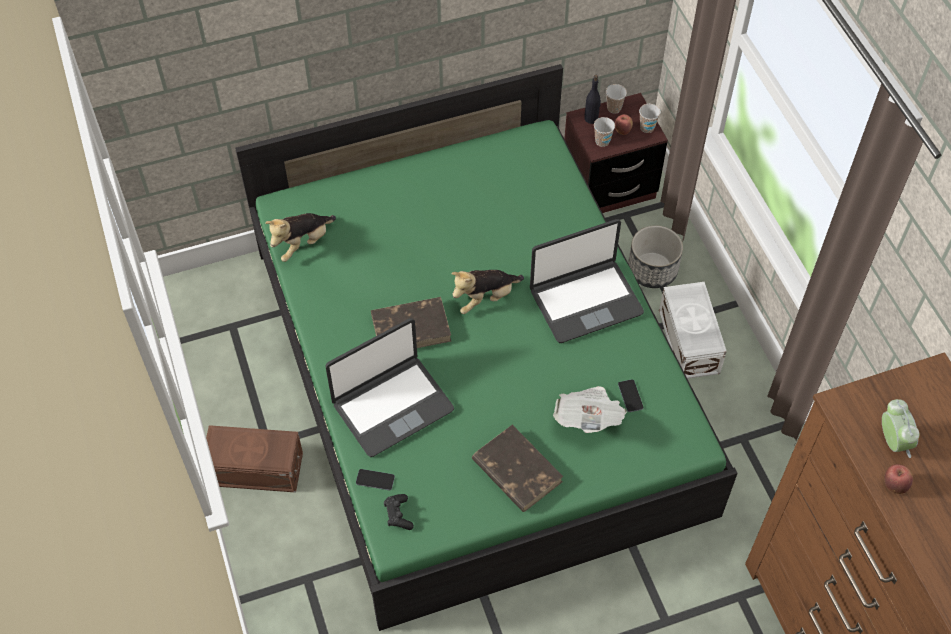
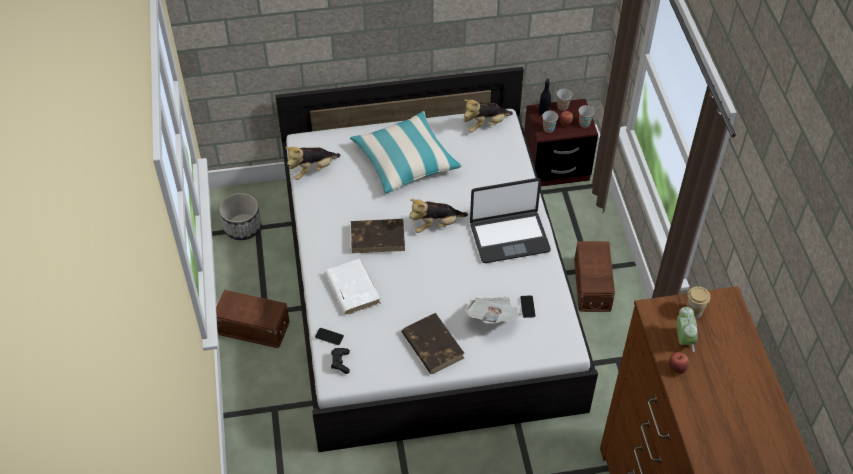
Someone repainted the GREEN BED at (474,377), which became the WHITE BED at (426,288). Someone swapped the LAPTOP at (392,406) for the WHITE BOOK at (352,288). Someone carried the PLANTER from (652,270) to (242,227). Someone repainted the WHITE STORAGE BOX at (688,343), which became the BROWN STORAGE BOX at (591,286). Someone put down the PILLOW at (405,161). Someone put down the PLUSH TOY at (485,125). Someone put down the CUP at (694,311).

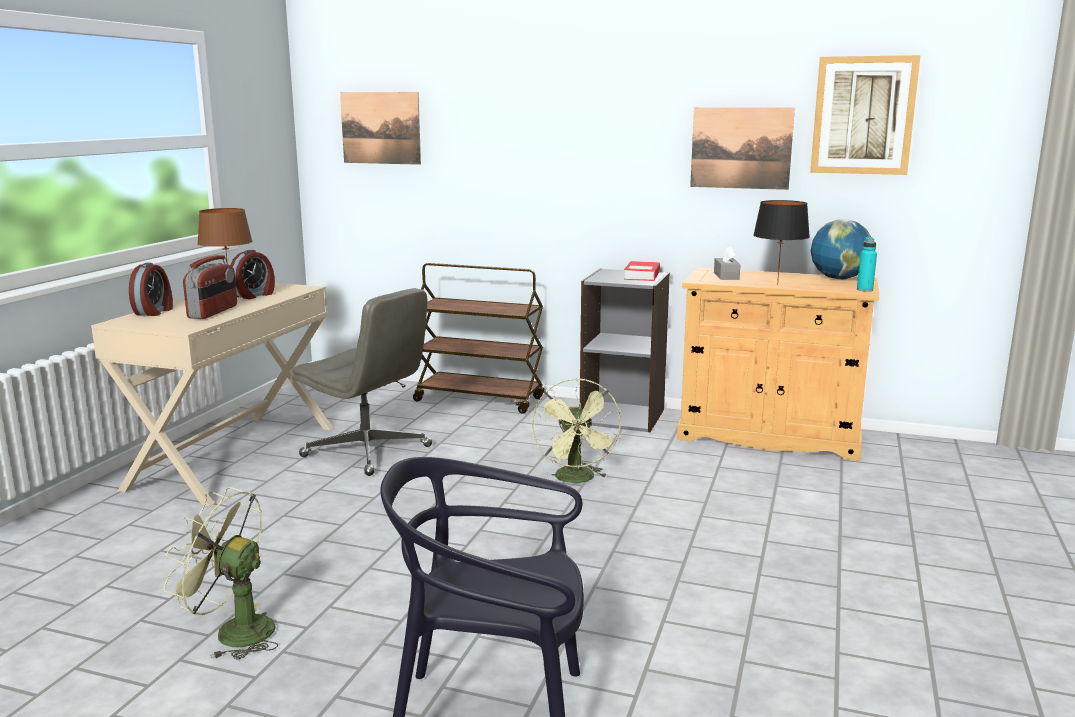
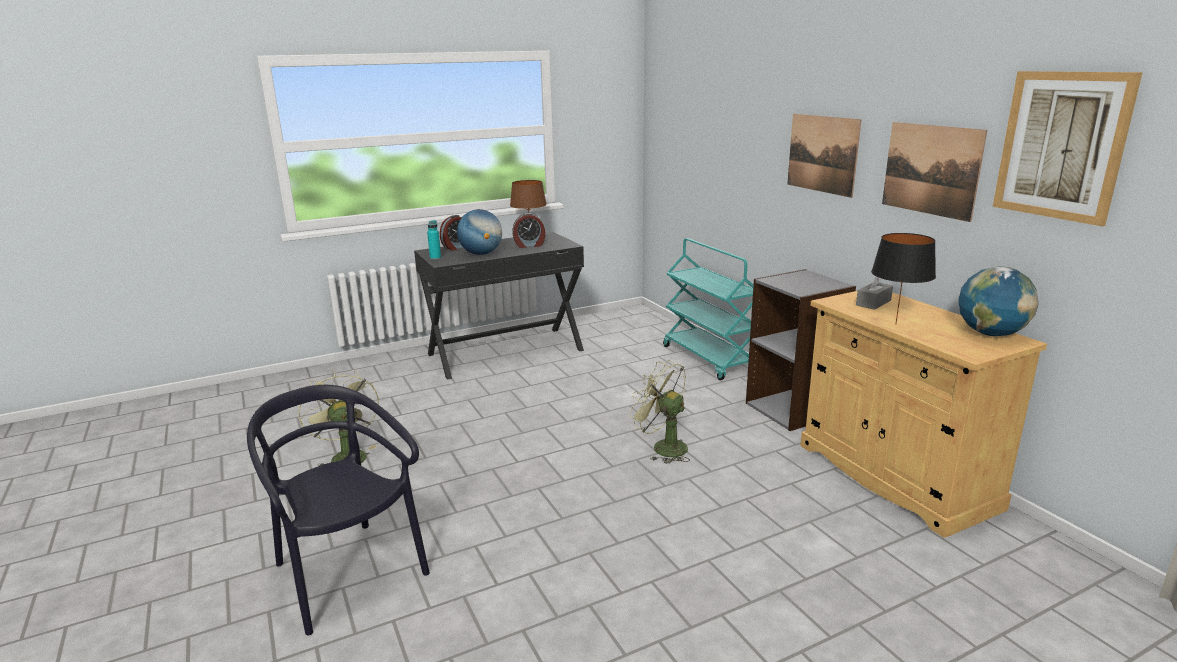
Someone repainted the BEIGE DESK at (233,456), which became the BLACK DESK at (505,352). Someone swapped the RADIO at (213,312) for the GLOBE at (481,254). Someone took away the GREY OFFICE CHAIR at (368,452). Someone carried the PICTURE from (380,128) to (822,154). Someone repainted the BROWN CART at (480,399), which became the TURQUOISE CART at (709,359). Someone rotated the GREEN FAN at (577,480) by 90 degrees clockwise. Someone took away the BOOK at (642,276). Someone carried the TURQUOISE BOTTLE from (864,290) to (435,258).

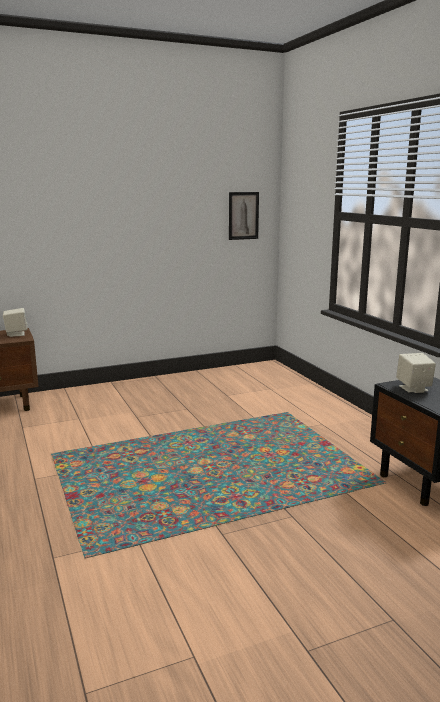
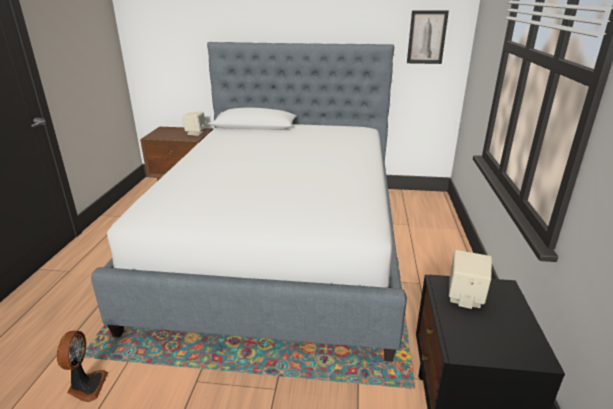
Someone put down the FAN at (86,386). Someone put down the BED at (281,243).

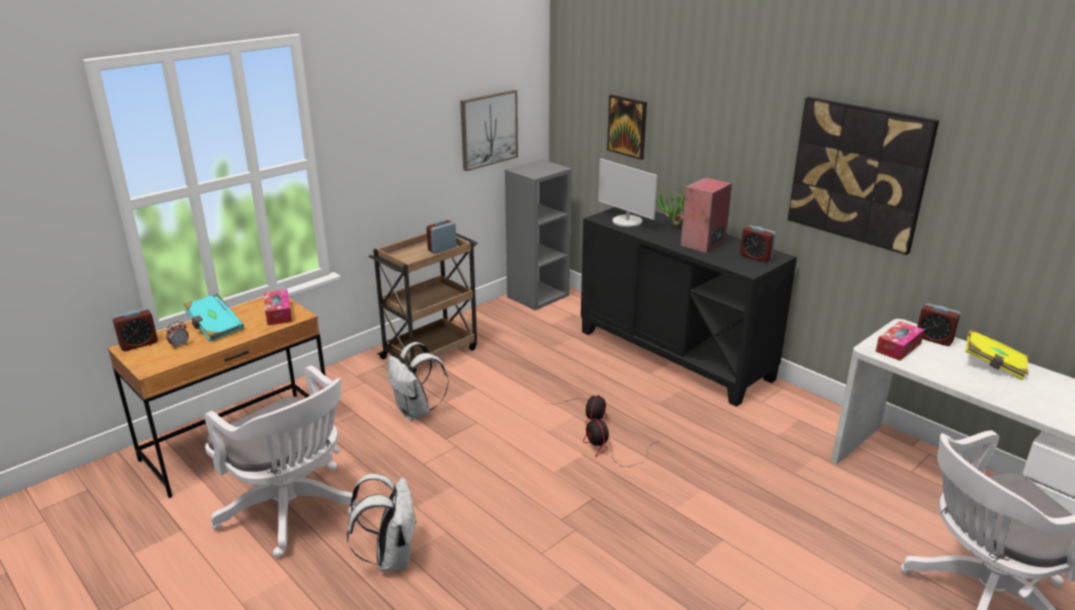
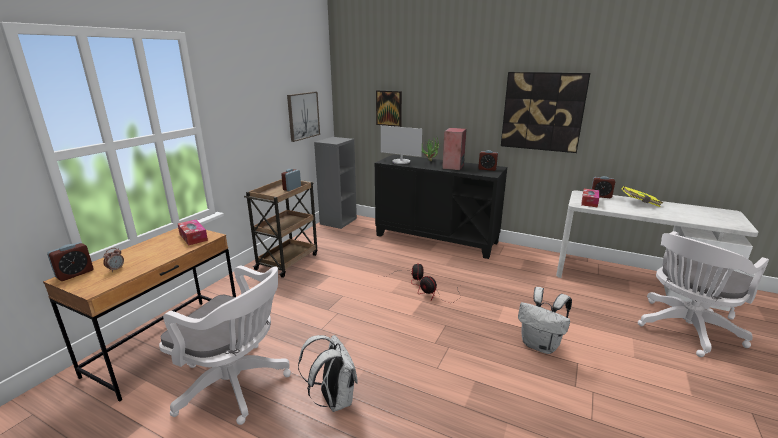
Someone took away the TURQUOISE BOOK at (214,327). Someone carried the WHITE BACKPACK from (416,412) to (540,345).

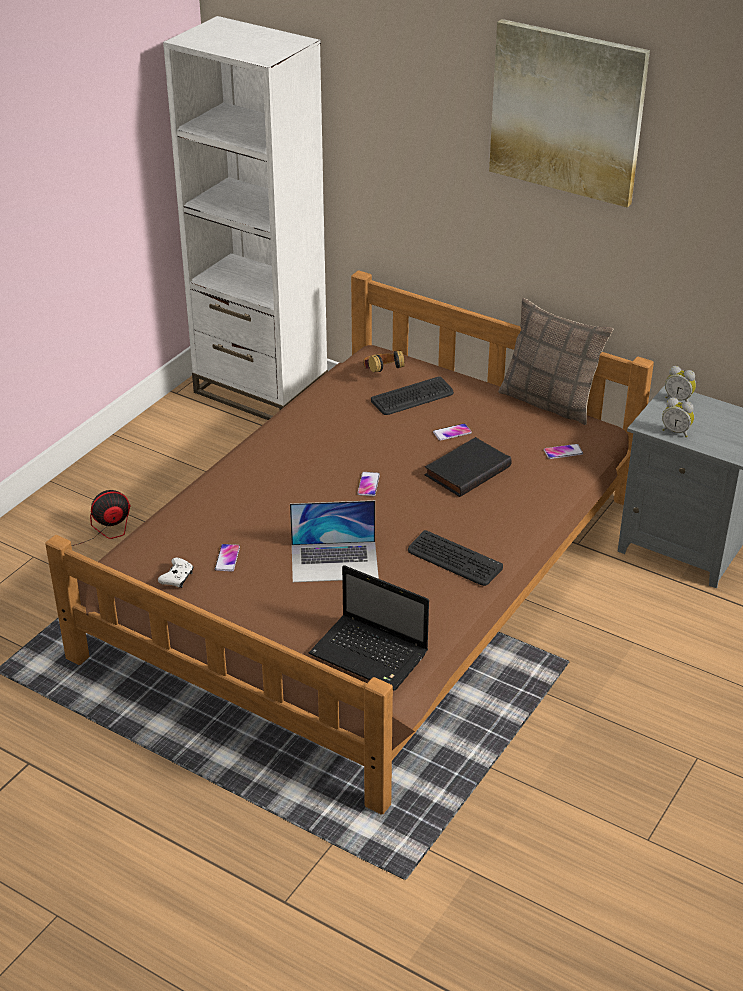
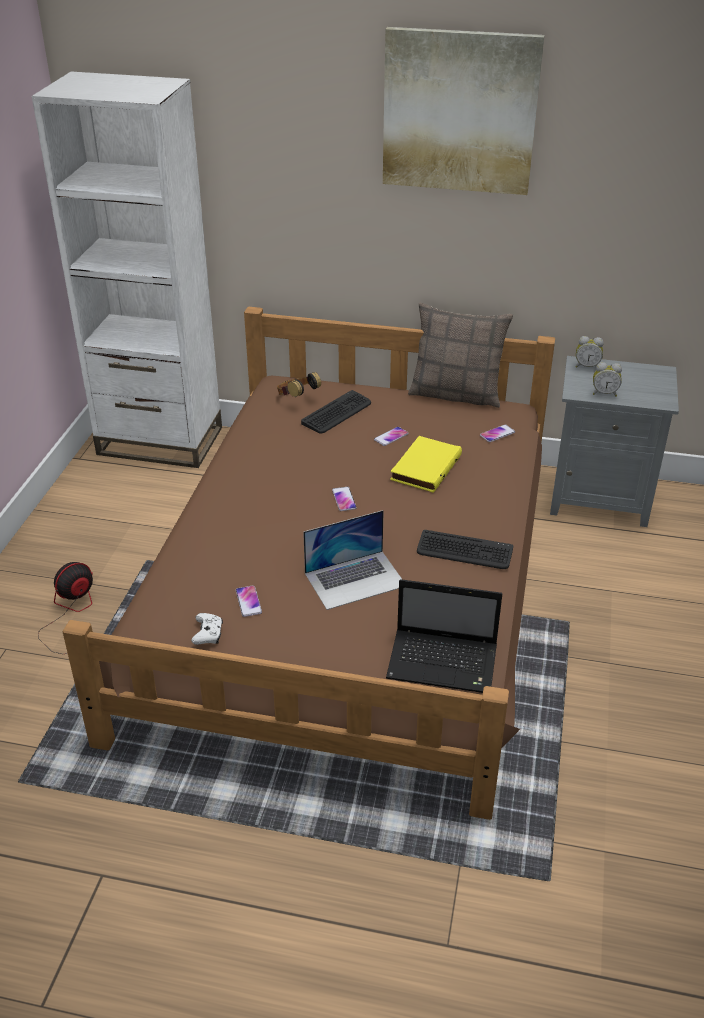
Someone repainted the BLACK BOOK at (466,470), which became the YELLOW BOOK at (424,467).

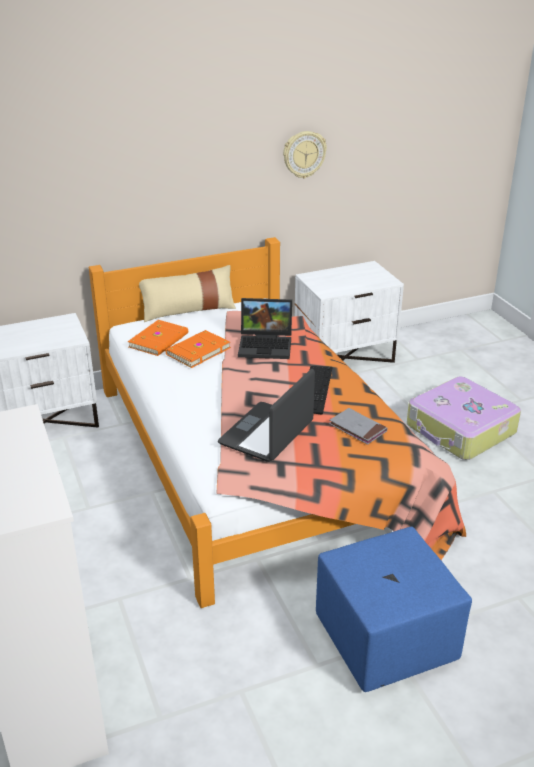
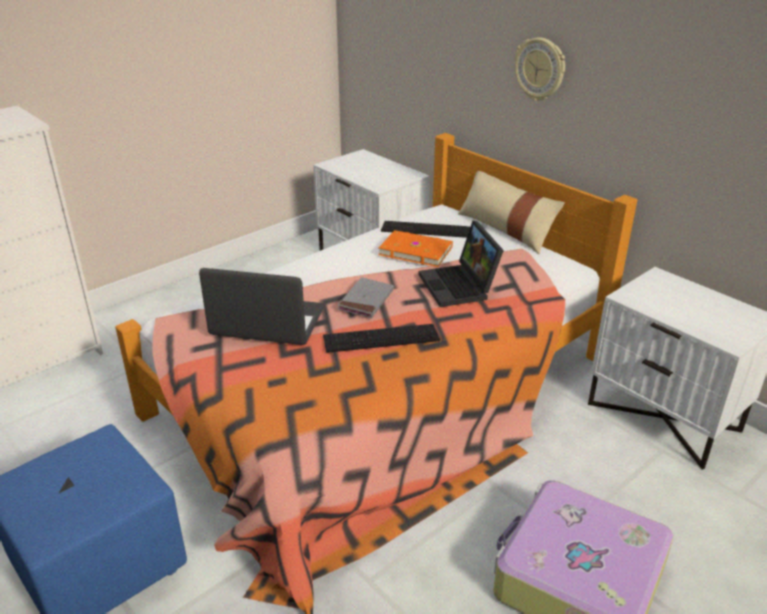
Someone swapped the ORANGE BOOK at (159,340) for the KEYBOARD at (426,229). Someone carried the WALL CLOCK from (304,154) to (540,69). Someone carried the GREY BOOK from (357,428) to (366,300).

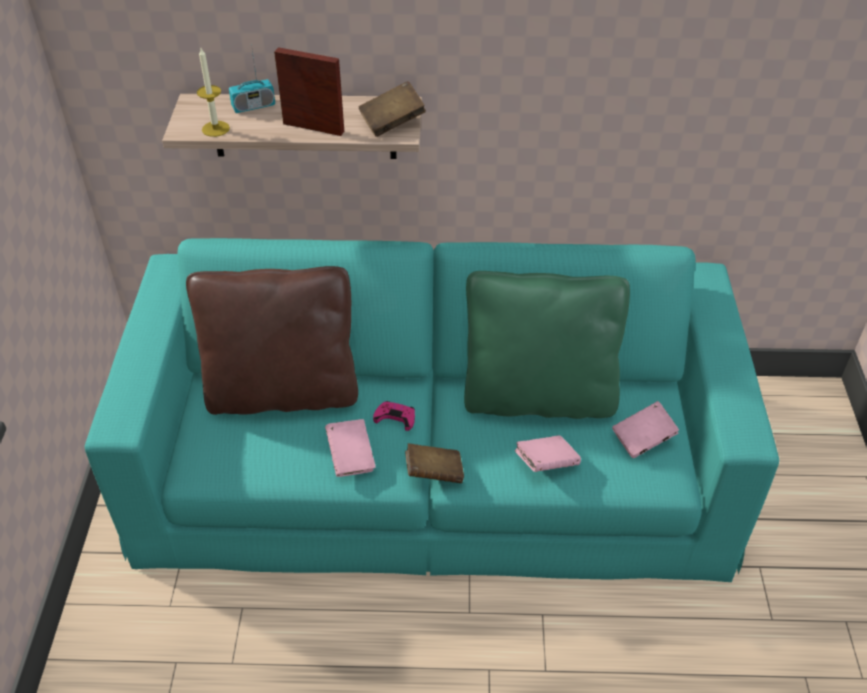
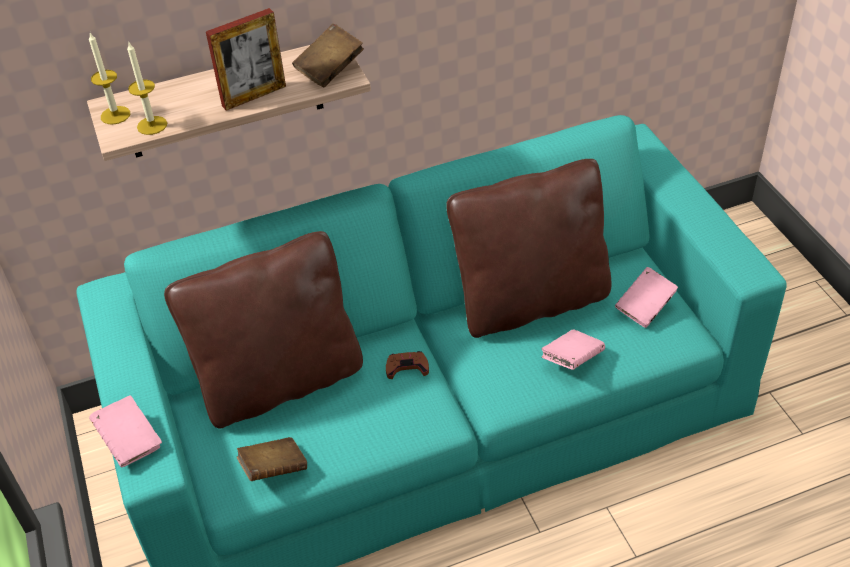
Someone took away the RADIO at (253,106). Someone rotated the PICTURE FRAME at (313,127) by 150 degrees clockwise. Someone carried the PINK BOOK from (351,457) to (130,441). Someone repainted the PINK GAME CONTROLLER at (395,417), which became the BROWN GAME CONTROLLER at (407,367). Someone carried the BROWN BOOK from (434,473) to (274,469). Someone repainted the GREEN PILLOW at (538,397), which became the BROWN PILLOW at (530,301). Someone put down the CANDLE at (115,115).

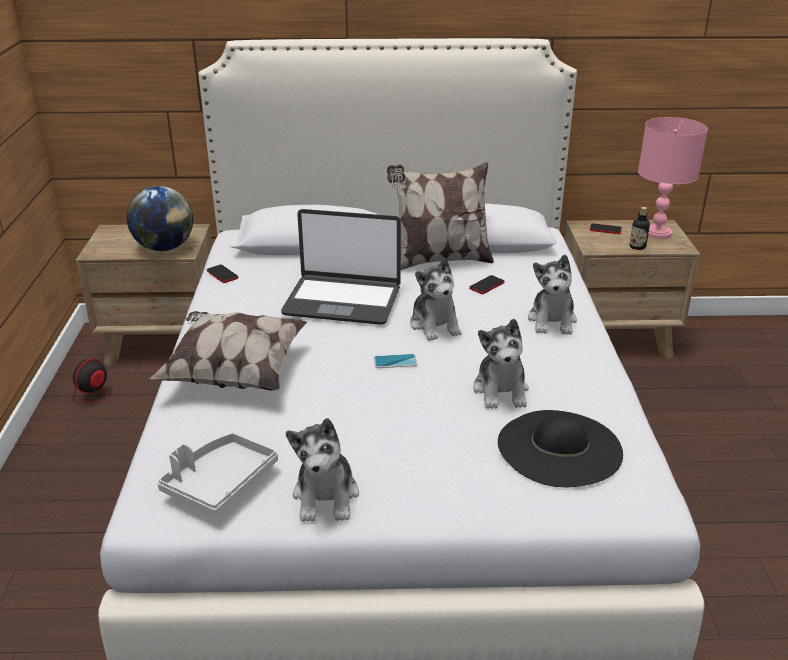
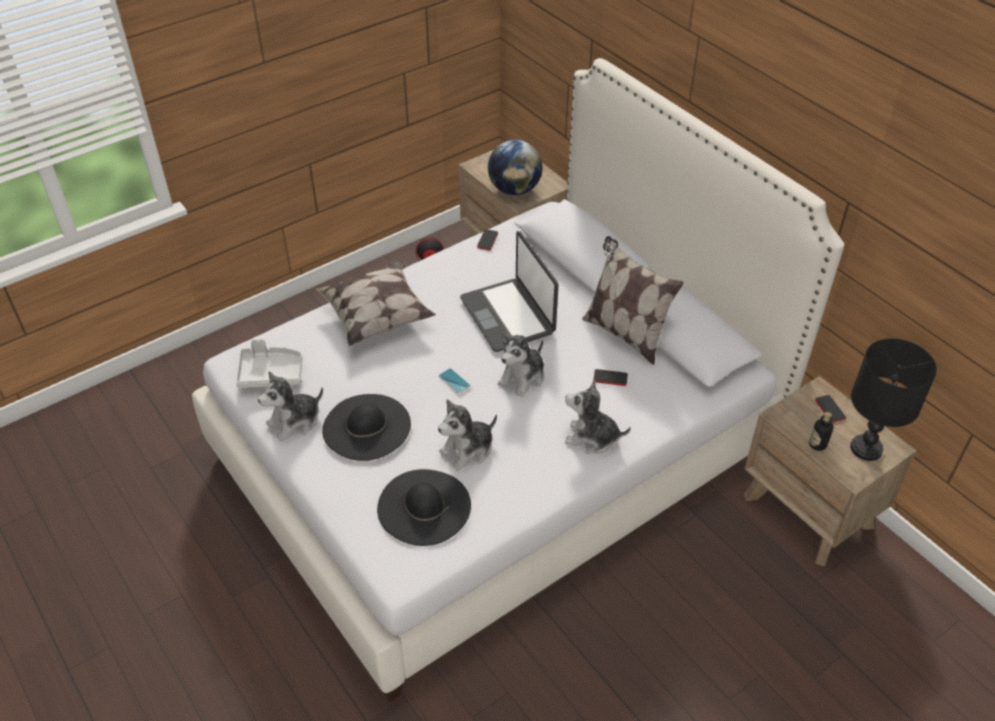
Someone rotated the PLUSH TOY at (552,320) by 45 degrees clockwise. Someone repainted the PINK TABLE LAMP at (658,233), which became the BLACK TABLE LAMP at (866,449). Someone put down the BLACK HAT at (366,427).

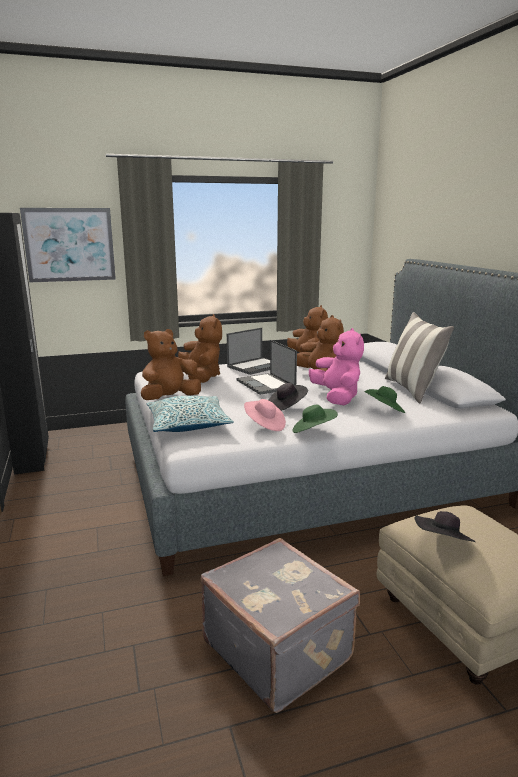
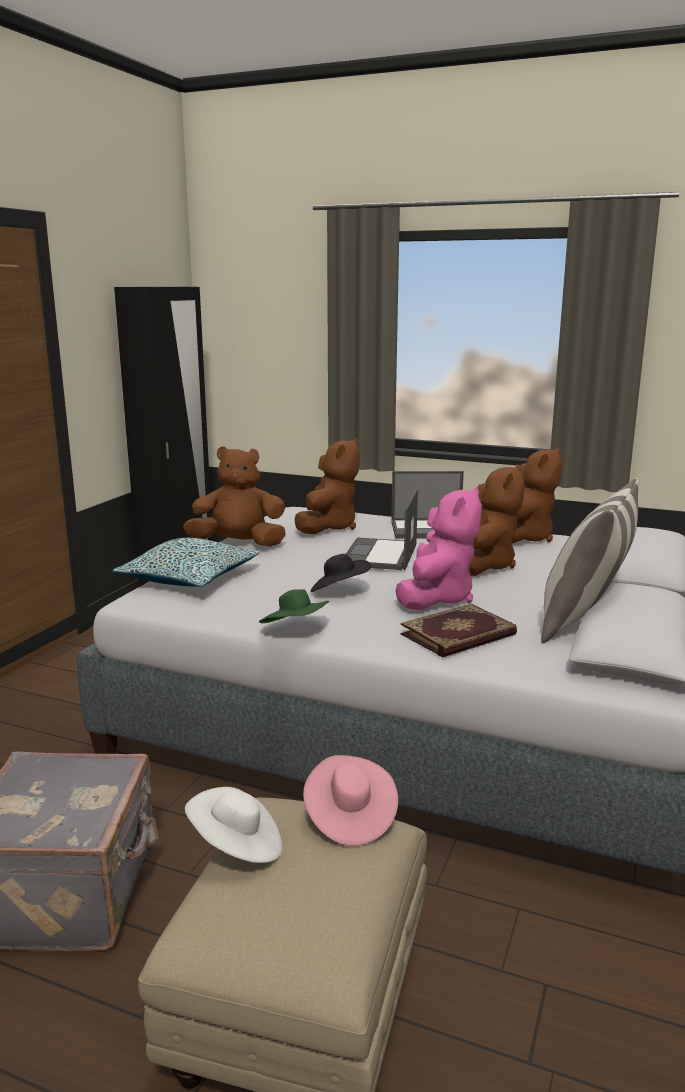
Someone took away the PICTURE at (69,245). Someone carried the PINK HAT from (264,425) to (349,818). Someone swapped the GREEN HAT at (385,410) for the BOOK at (459,635). Someone repainted the BLACK HAT at (443,544), which became the WHITE HAT at (237,846).

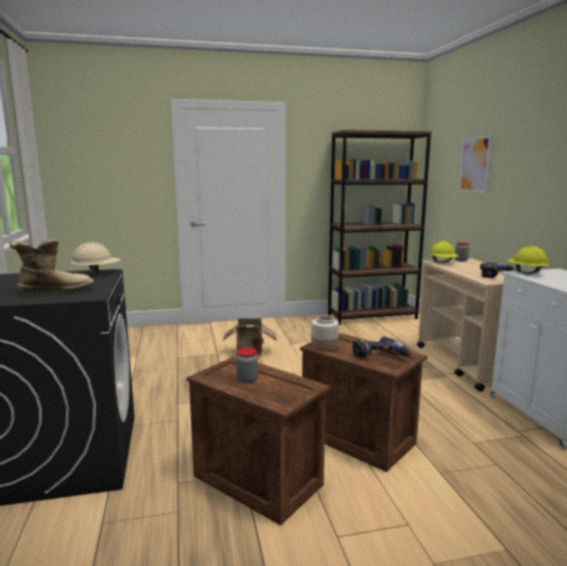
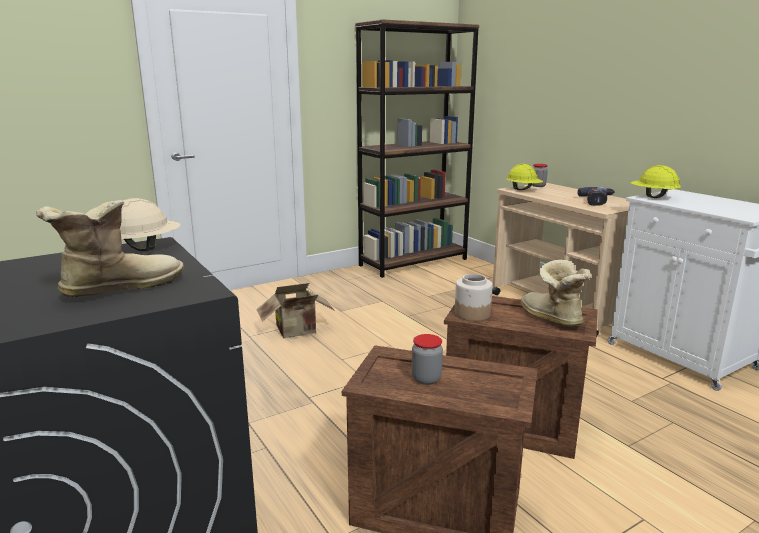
Someone swapped the POWER DRILL at (380,356) for the BOOT at (550,318). Someone took away the PICTURE at (474,164).

